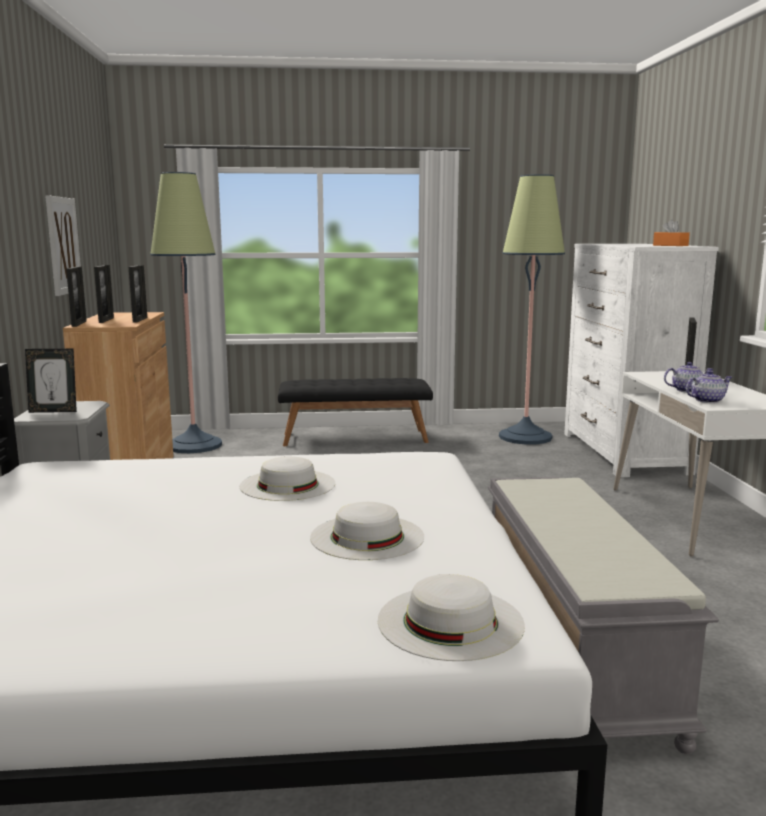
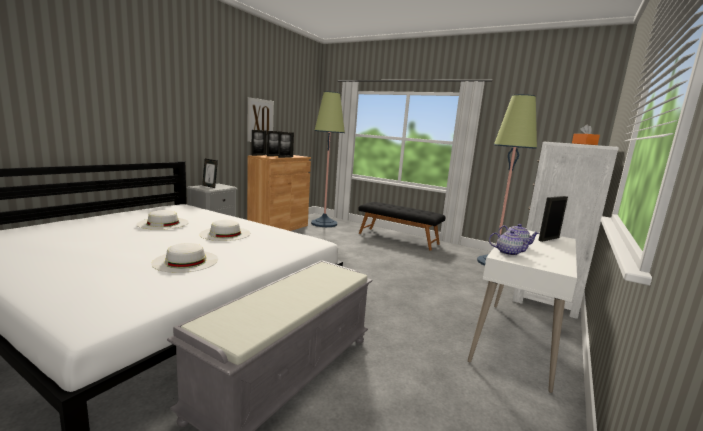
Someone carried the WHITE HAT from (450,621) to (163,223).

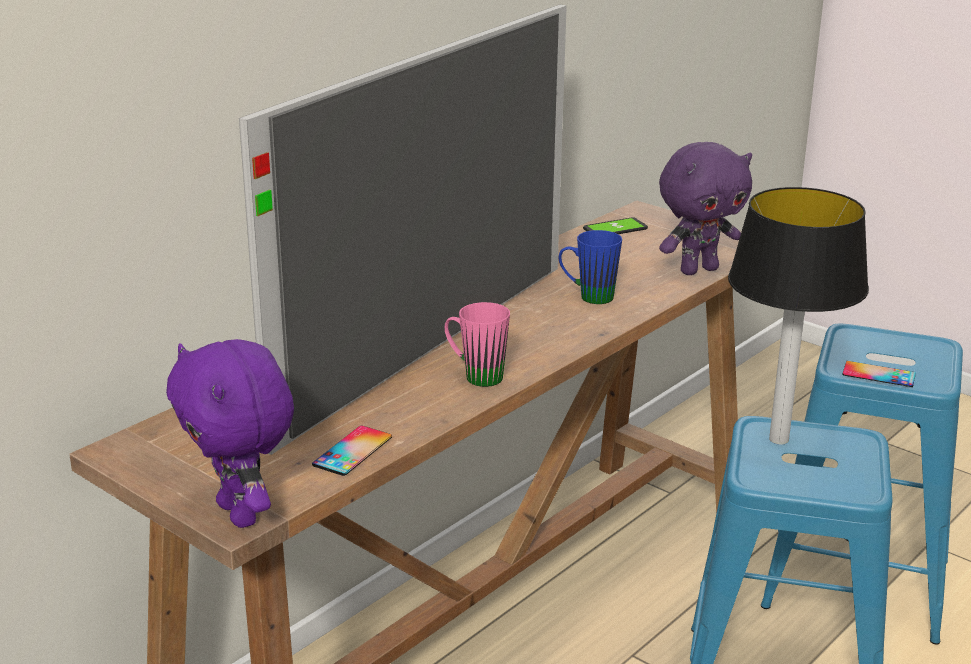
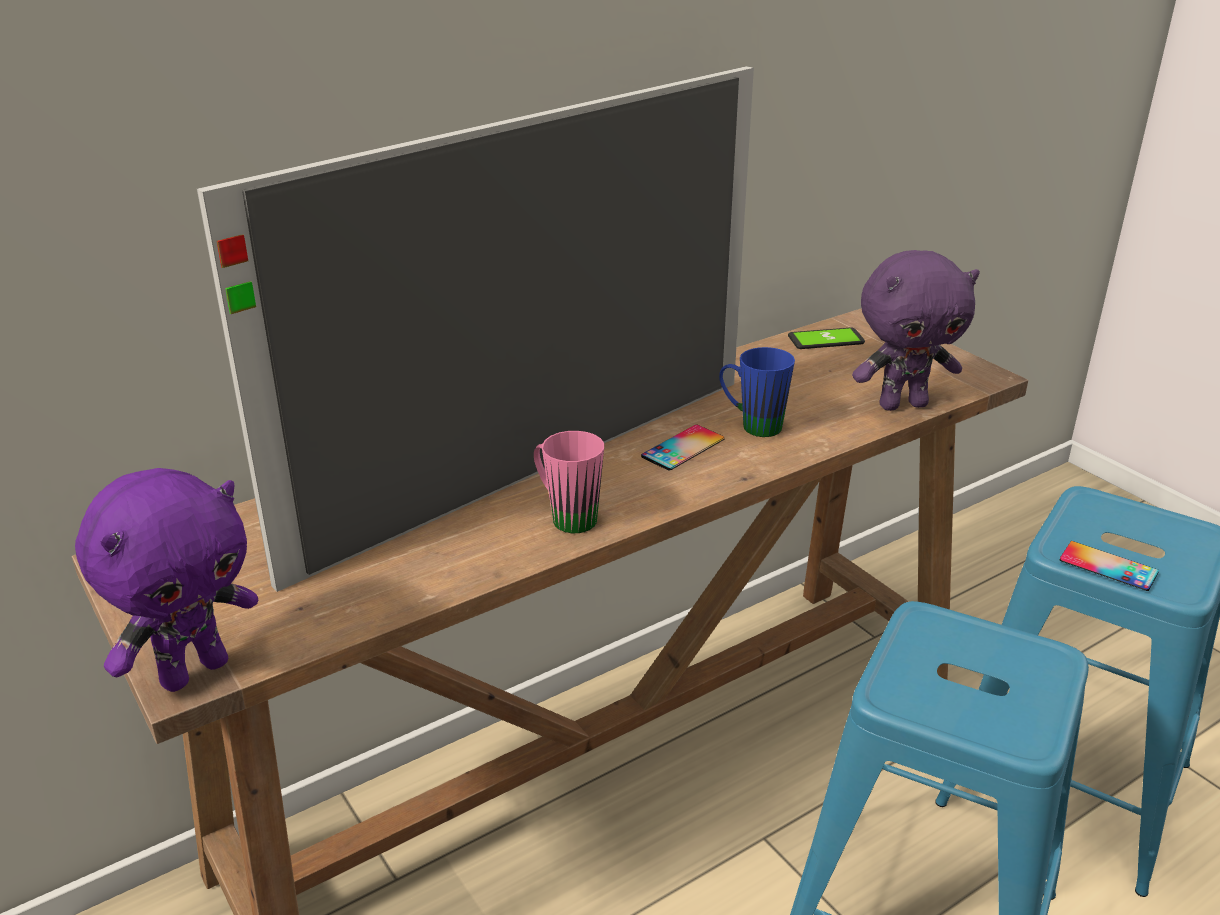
Someone rotated the PURPLE PLUSH TOY at (241,514) by 120 degrees counterclockwise. Someone carried the PHONE from (352,451) to (683,448). Someone took away the TABLE LAMP at (780,439).

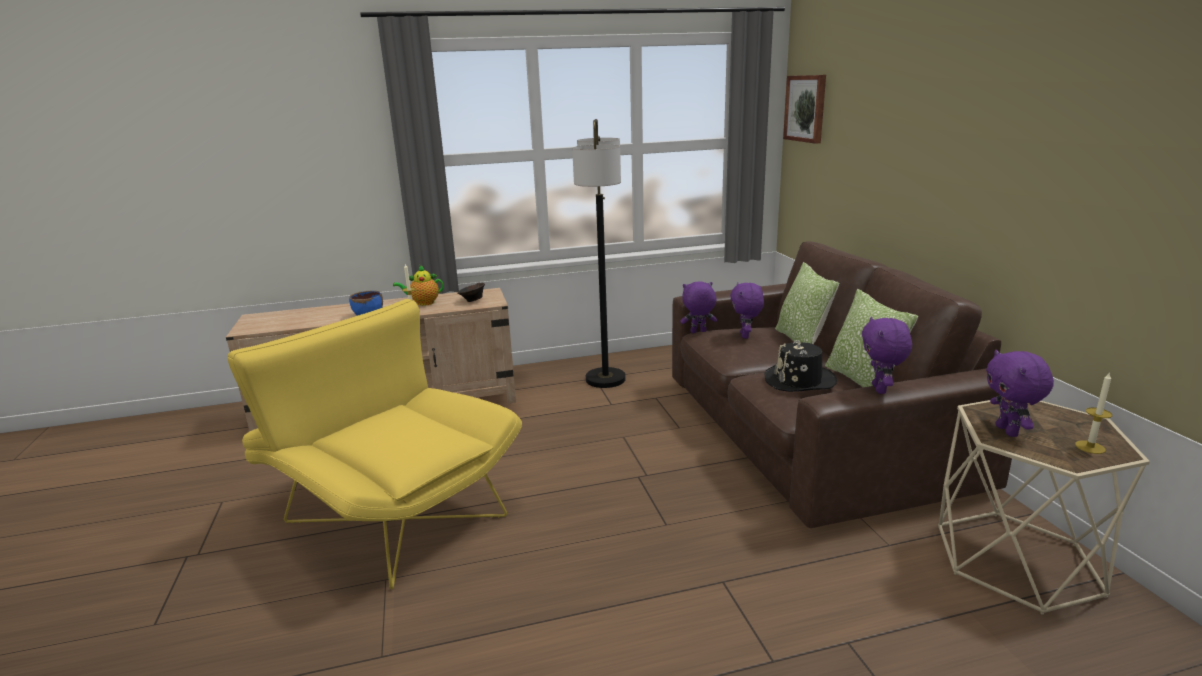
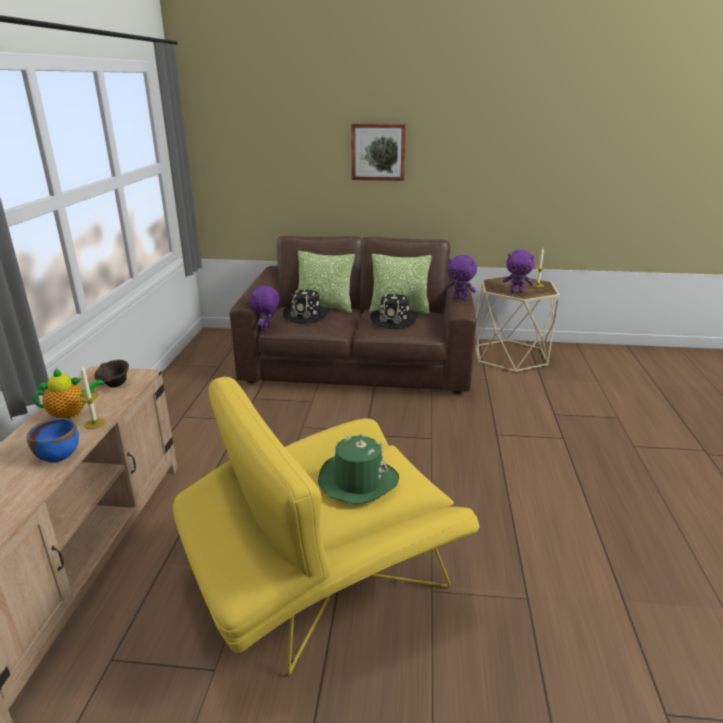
Someone rotated the TEAPOT at (423,303) by 120 degrees counterclockwise. Someone took away the FLOOR LAMP at (605,379). Someone swapped the PURPLE PLUSH TOY at (745,336) for the BLACK HAT at (306,315). Someone carried the PICTURE from (806,108) to (378,152). Someone put down the GREEN HAT at (357,480).

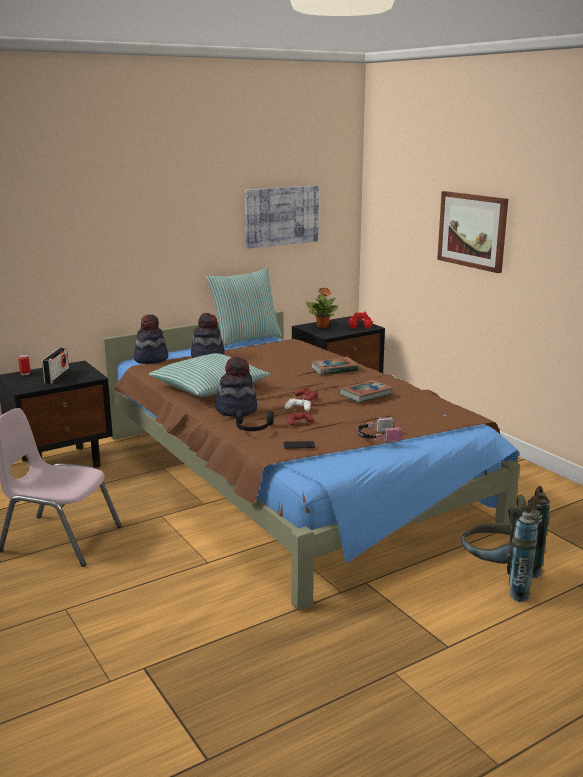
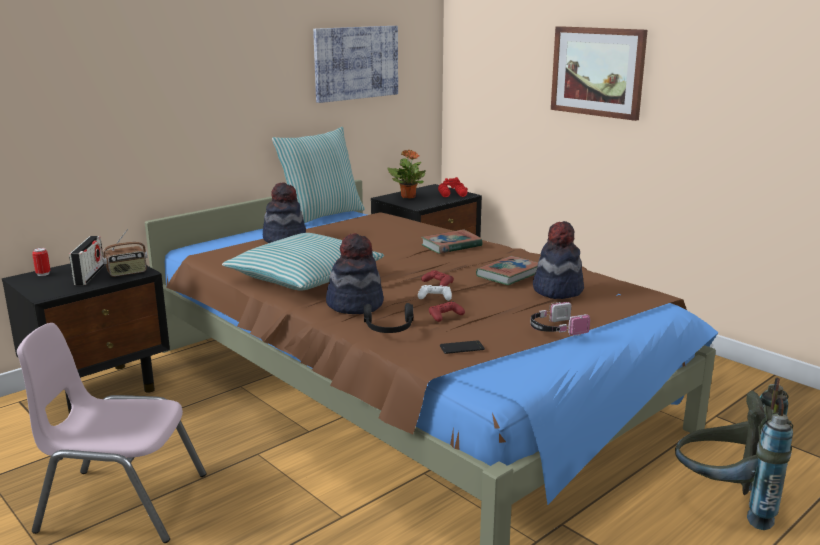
Someone carried the HAT from (150,359) to (557,290). Someone put down the RADIO at (127,273).

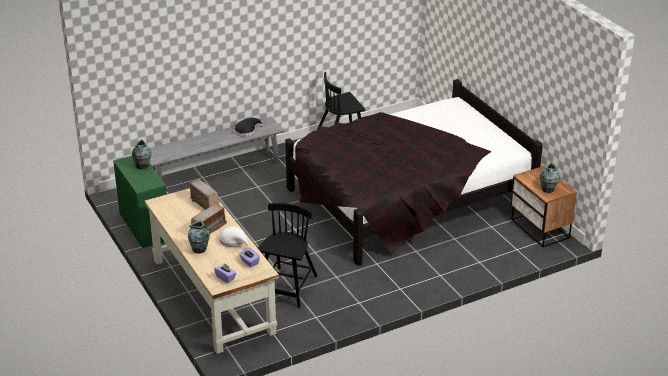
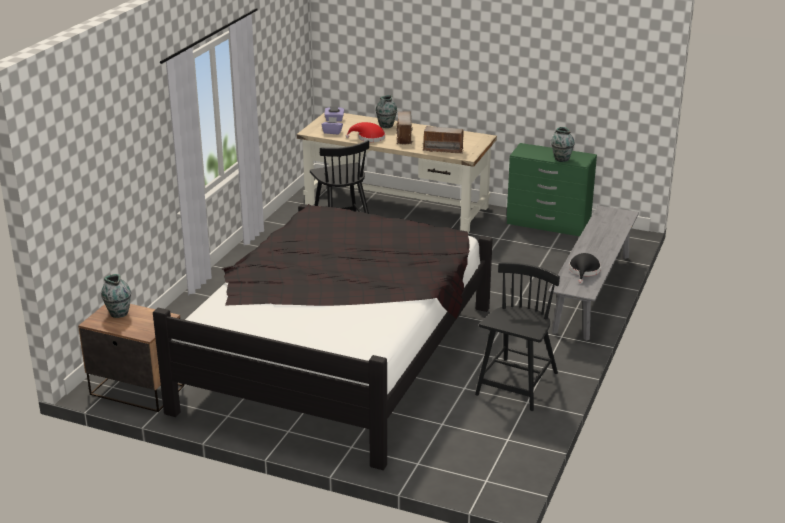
Someone repainted the WHITE HAT at (234,241), which became the RED HAT at (369,138).

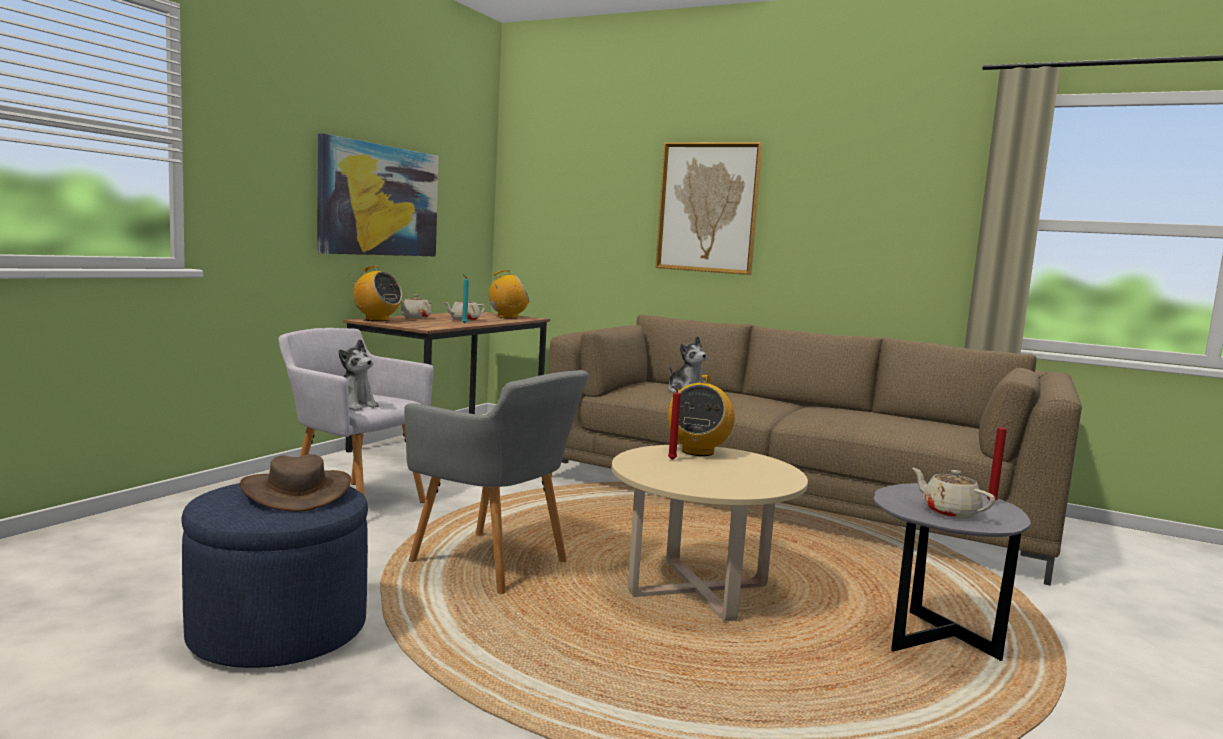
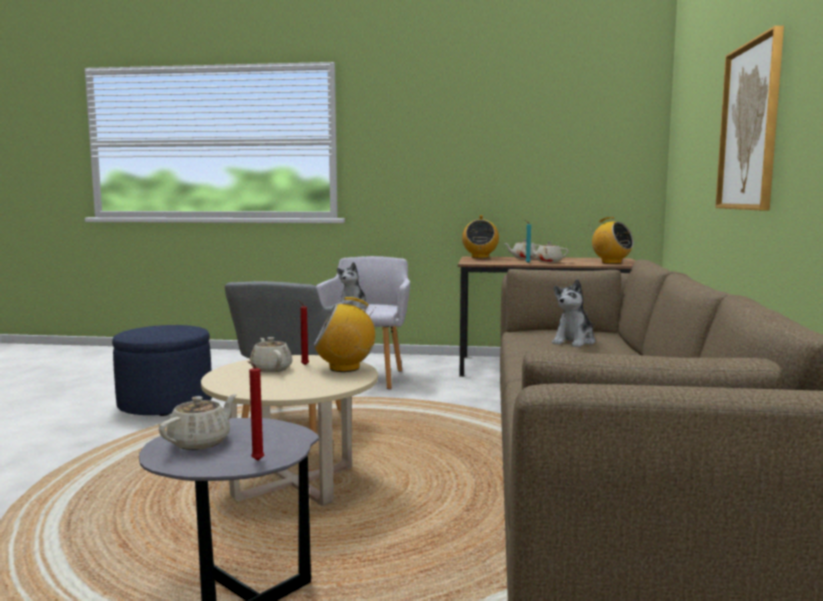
Someone took away the BROWN HAT at (297,492). Someone took away the PICTURE at (379,200). Someone put down the BEIGE TEAPOT at (271,369).

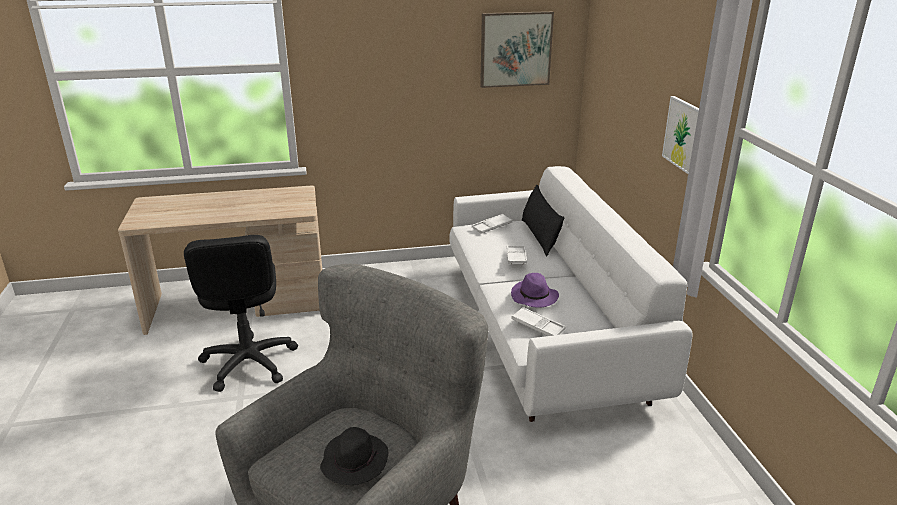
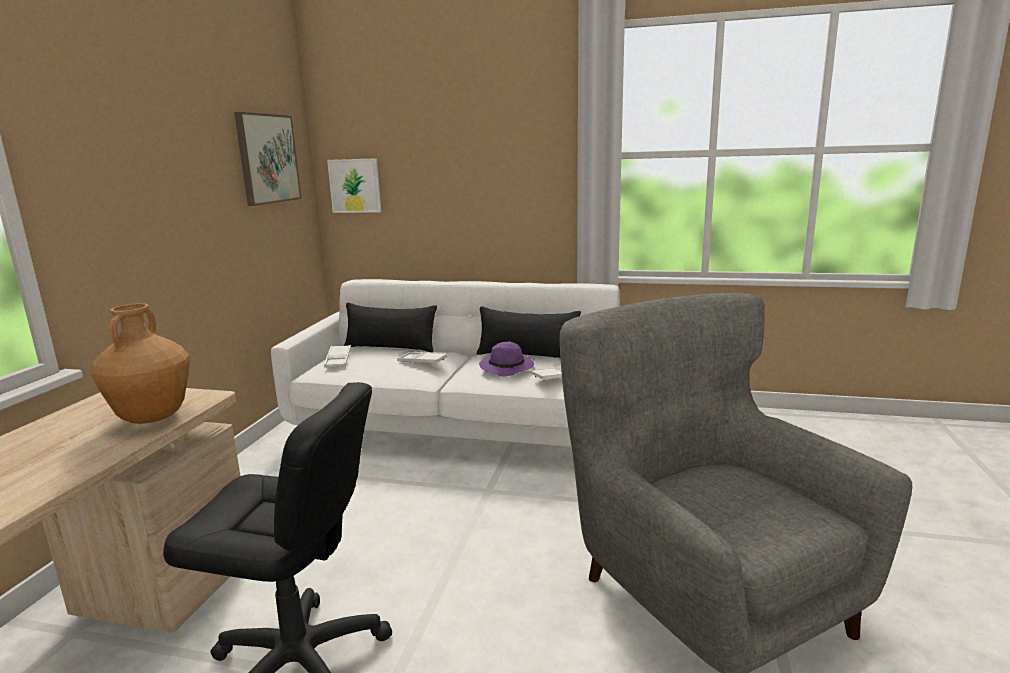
Someone took away the BLACK HAT at (354,461). Someone carried the PICTURE from (685,135) to (355,186). Someone put down the BROWN VASE at (152,418). Someone put down the BLACK PILLOW at (527,355).

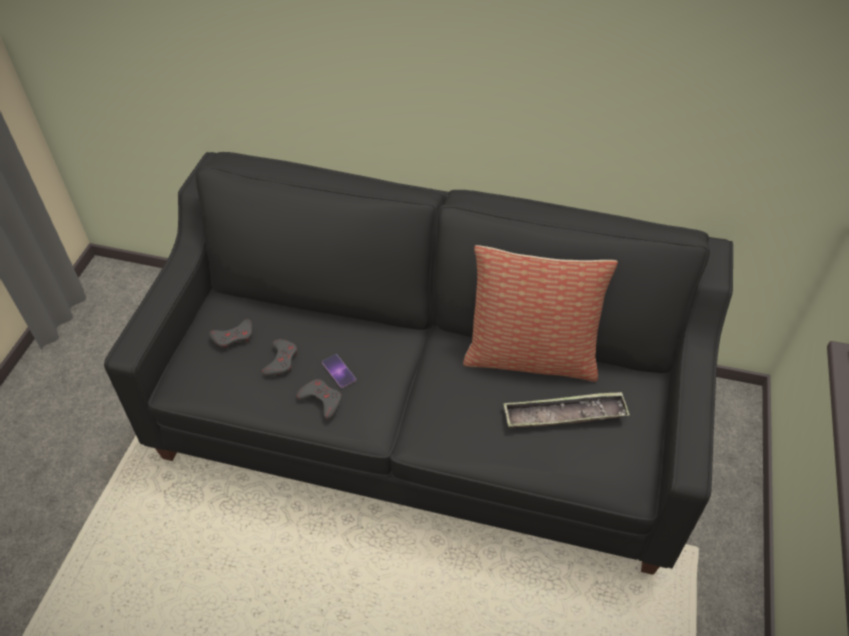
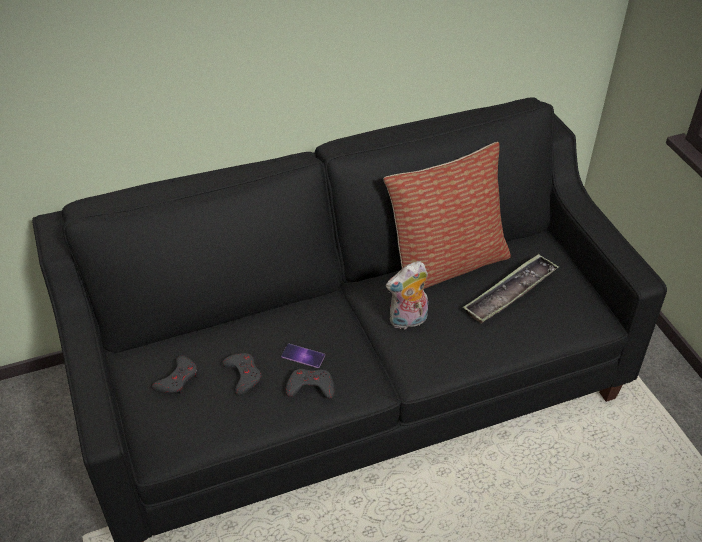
Someone put down the PLUSH TOY at (408,321).

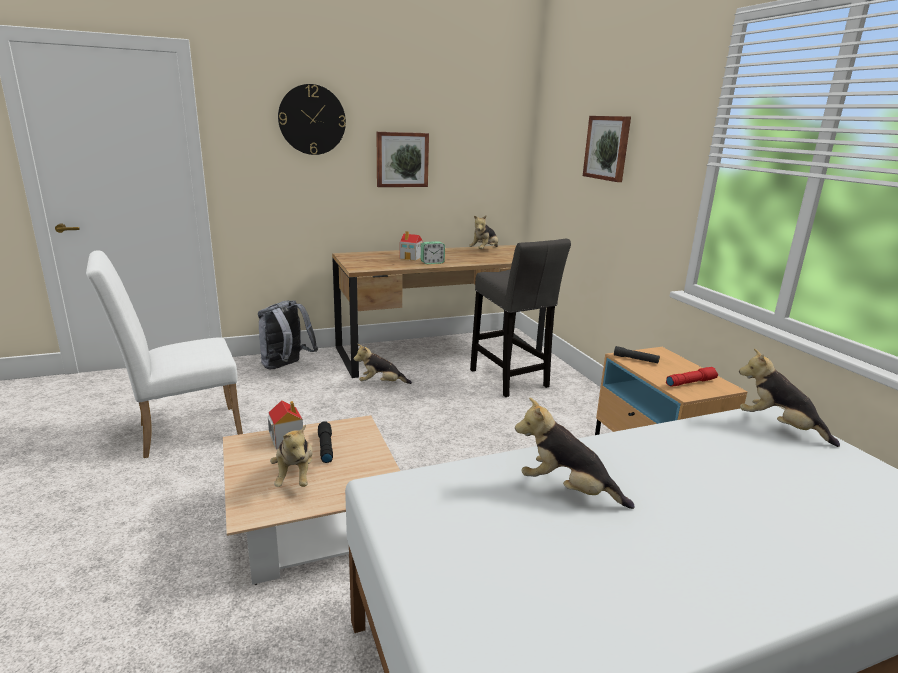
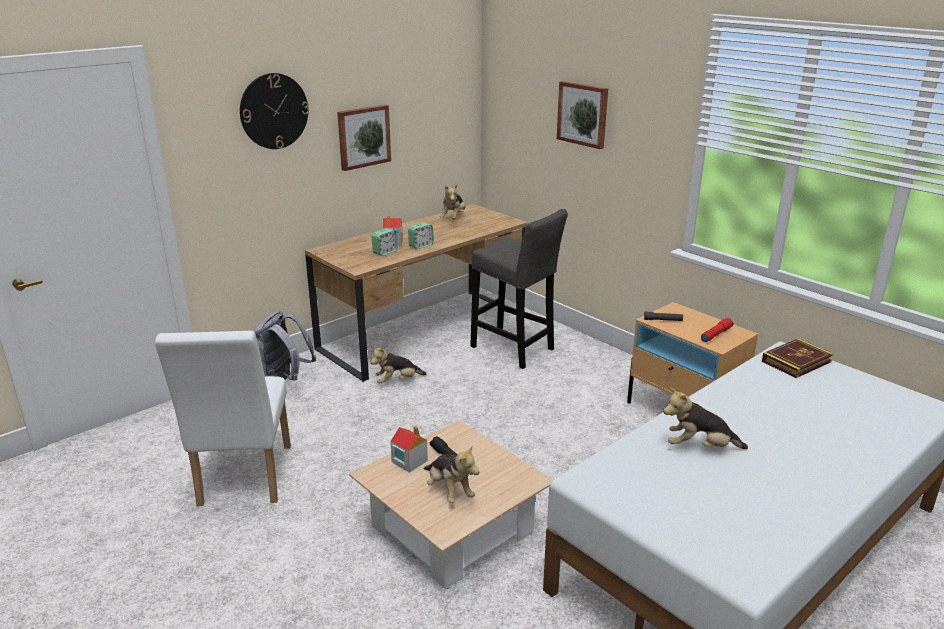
Someone rotated the WHITE CHAIR at (181,431) by 45 degrees counterclockwise. Someone swapped the PLUSH TOY at (779,427) for the BOOK at (796,361). Someone put down the ALARM CLOCK at (385,252).

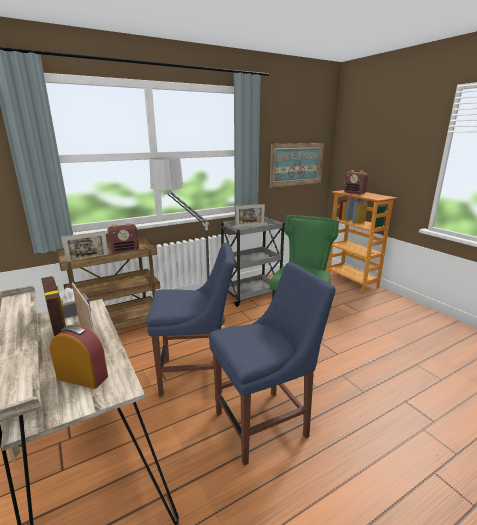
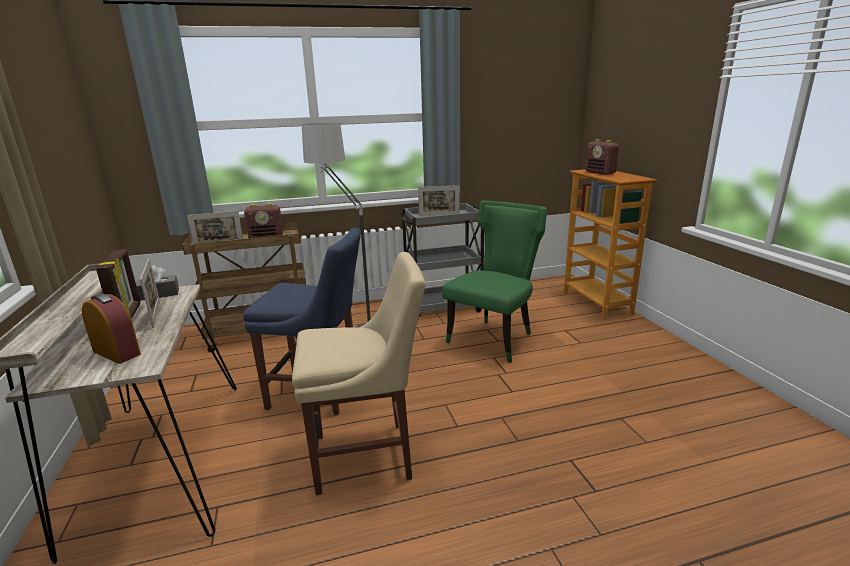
Someone repainted the BLUE CHAIR at (265,423), which became the BEIGE CHAIR at (368,456). Someone took away the PICTURE at (297,164).

